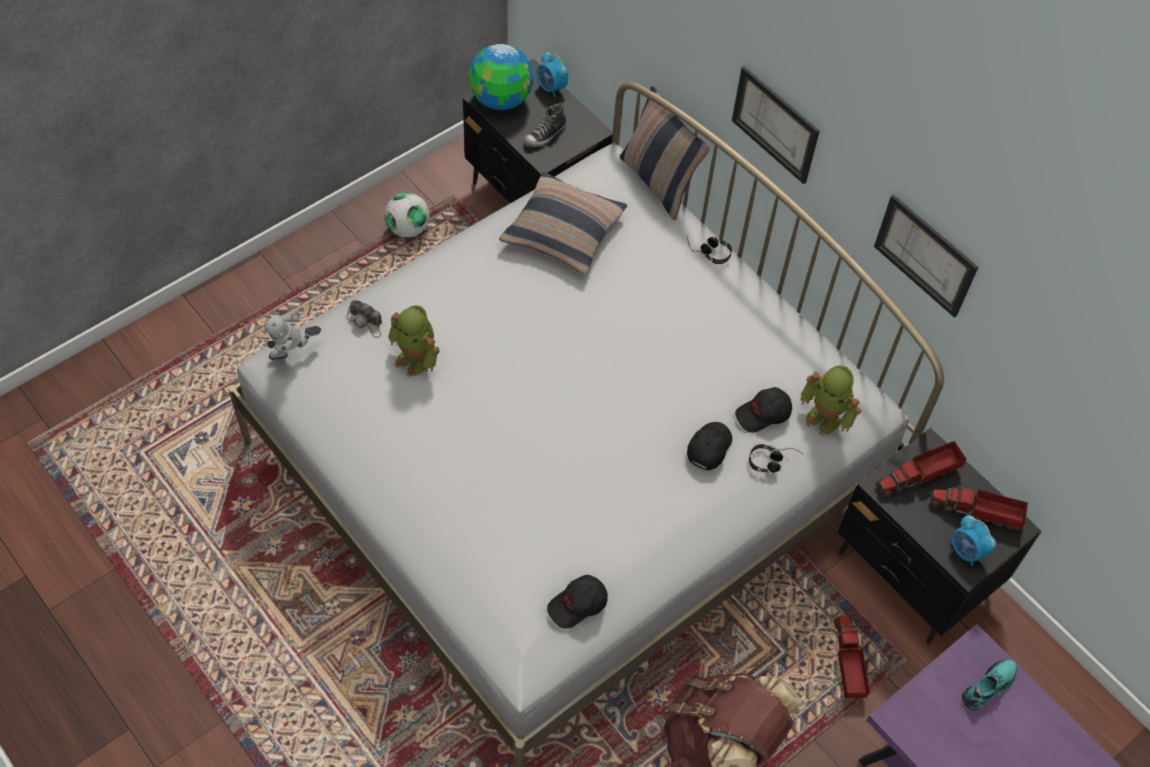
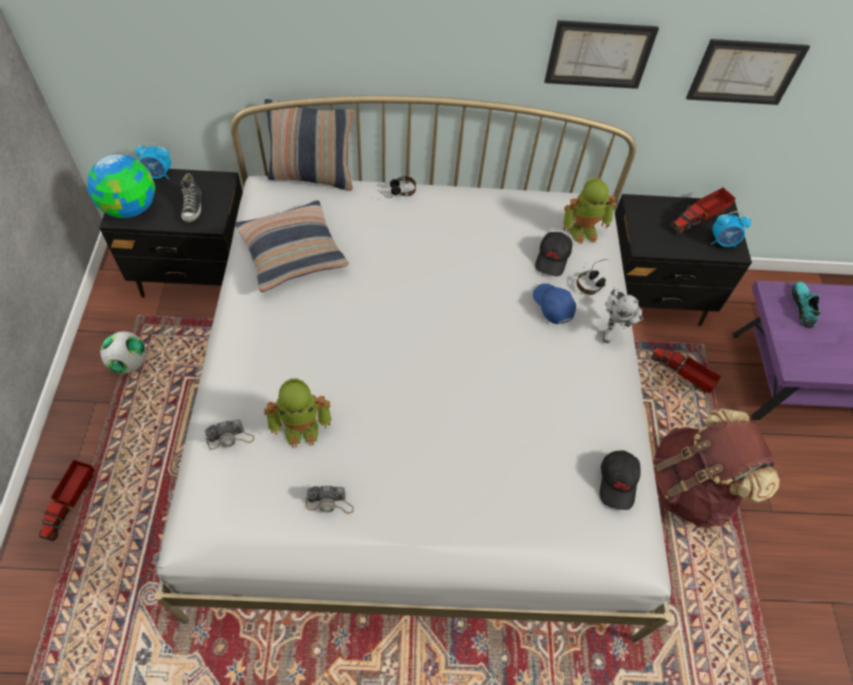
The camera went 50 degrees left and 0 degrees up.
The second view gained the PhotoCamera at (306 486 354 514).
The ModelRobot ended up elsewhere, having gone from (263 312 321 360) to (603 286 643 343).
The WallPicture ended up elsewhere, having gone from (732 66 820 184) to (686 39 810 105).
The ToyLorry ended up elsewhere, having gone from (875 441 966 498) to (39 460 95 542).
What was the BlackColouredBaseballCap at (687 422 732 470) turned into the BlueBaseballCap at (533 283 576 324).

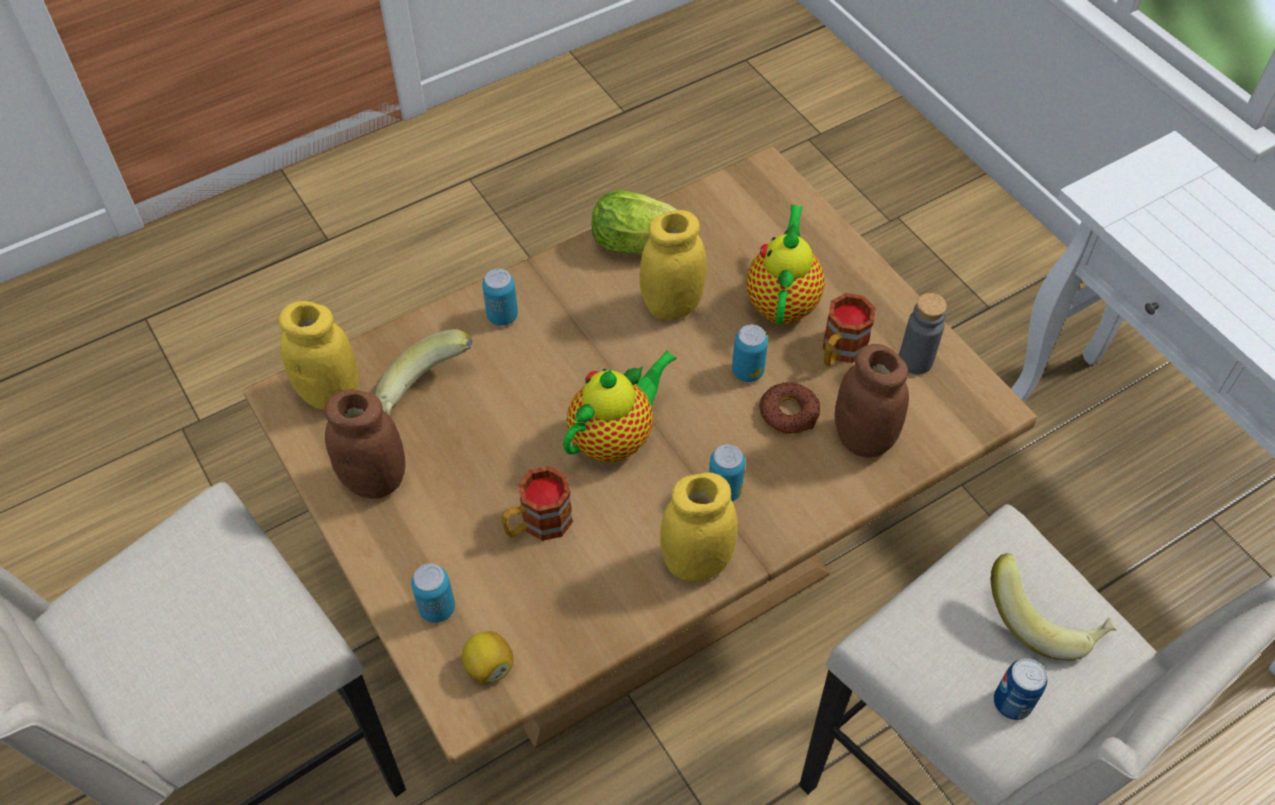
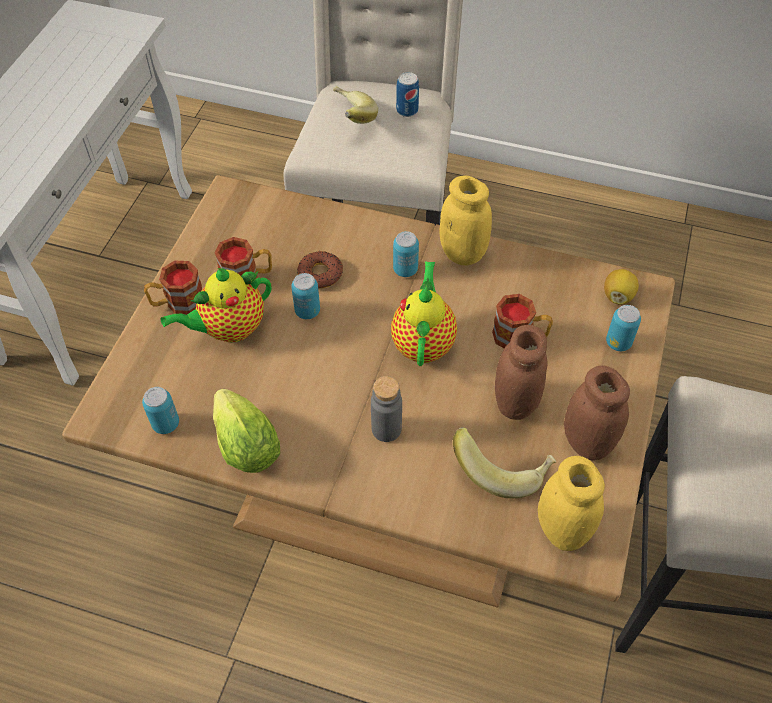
The camera went 130 degrees left and 0 degrees up.
The second view lost the YellowStorageJar at (640 210 707 320).
The second view gained the CoffeeMug at (144 261 202 315).
The Can ended up elsewhere, having gone from (482 269 518 326) to (142 387 179 434).
The BrownColouredStorageJar ended up elsewhere, having gone from (835 344 909 458) to (495 325 547 420).
The GreyBottle ended up elsewhere, having gone from (899 293 947 374) to (371 376 402 442).
The TeaPot at (563 350 677 462) ended up facing another way, 90 degrees clockwise from before.

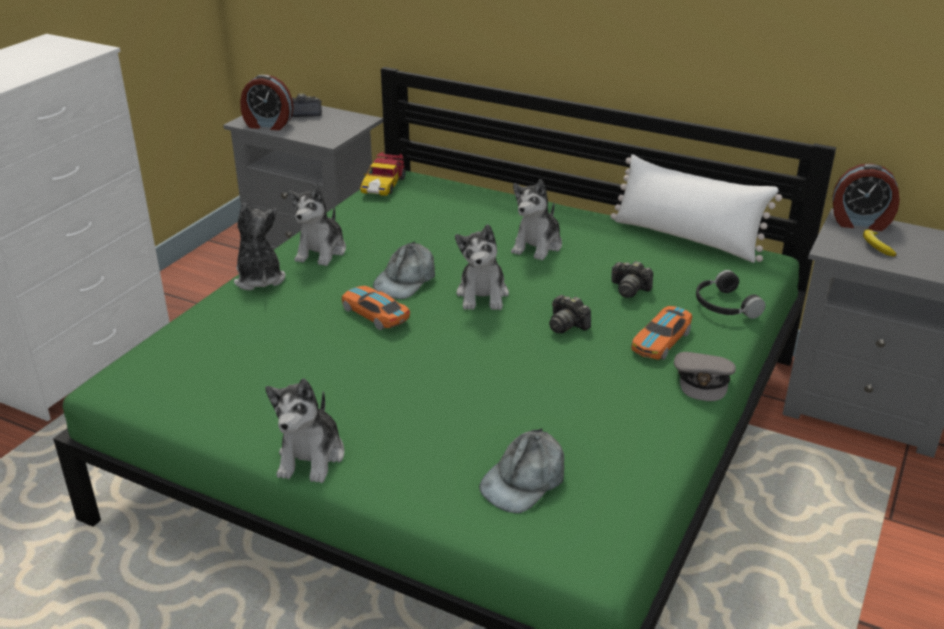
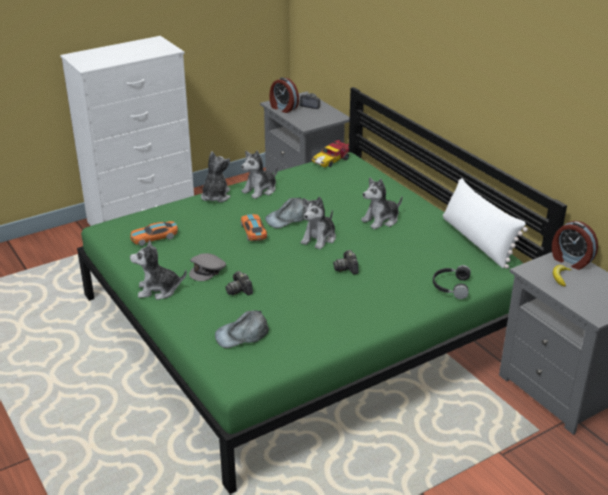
The camera went 30 degrees right and 0 degrees up.
The PhotoCamera ended up elsewhere, having gone from (611 261 653 298) to (225 271 253 295).
The MiniatureCar ended up elsewhere, having gone from (631 306 692 360) to (130 221 178 246).
The GreyBaseballCap ended up elsewhere, having gone from (674 352 736 401) to (189 253 226 281).
The CuddlyToy at (265 378 344 483) ended up facing another way, 45 degrees clockwise from before.

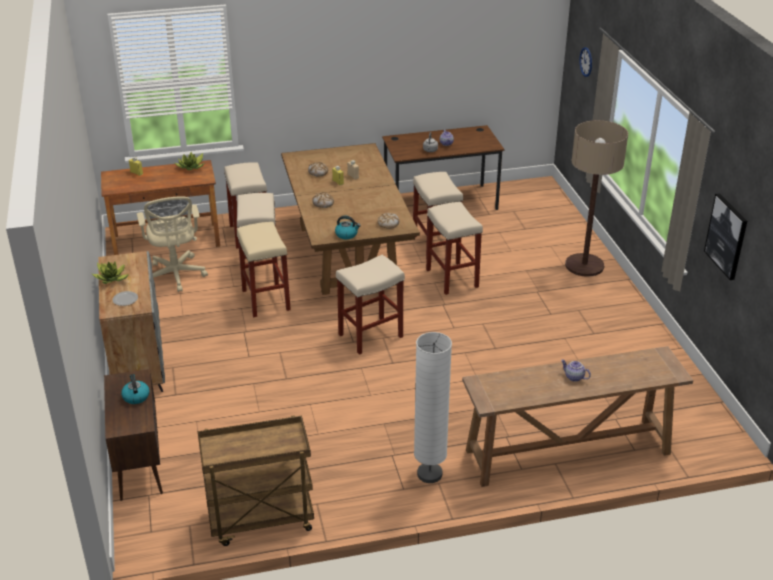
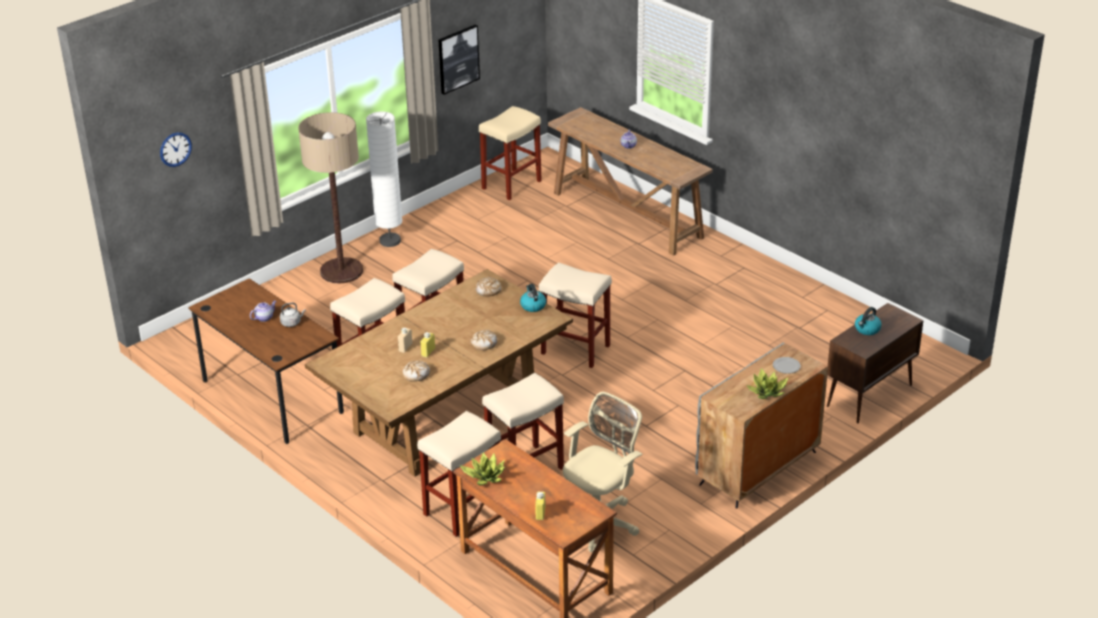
The camera went 120 degrees left and 0 degrees up.
The second view lost the BrownColouredCart at (198 415 314 546).
The BeigeStoolSeat ended up elsewhere, having gone from (237 222 291 317) to (479 106 542 200).
The WhiteColouredStandardLamp ended up elsewhere, having gone from (414 332 452 483) to (366 112 402 247).

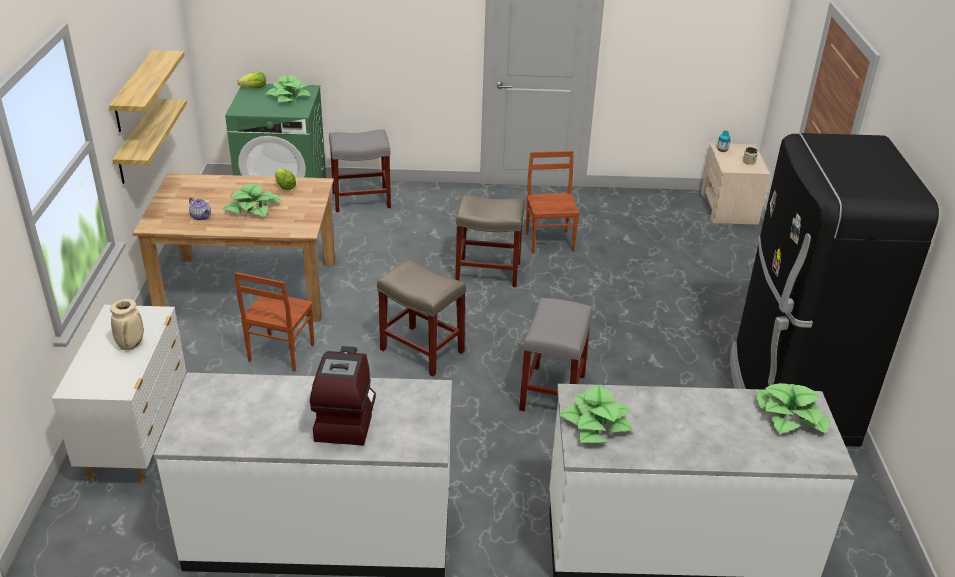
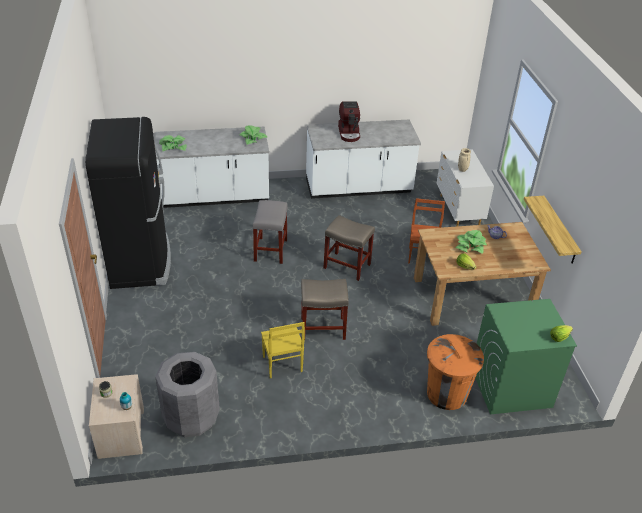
The camera went 170 degrees right and 5 degrees up.
The second view lost the WallShelf at (109 50 185 132).
The second view lost the PlantInAPot at (265 75 311 103).
The second view gained the GreyWasteBin at (155 352 220 437).
Where the GreyStoolSeat stood at (329 129 391 212), the OrangeWasteBin came to stand at (427 334 484 410).
What was the BrownColouredPlainChair at (526 151 580 254) turned into the YellowPlainChair at (261 322 305 378).

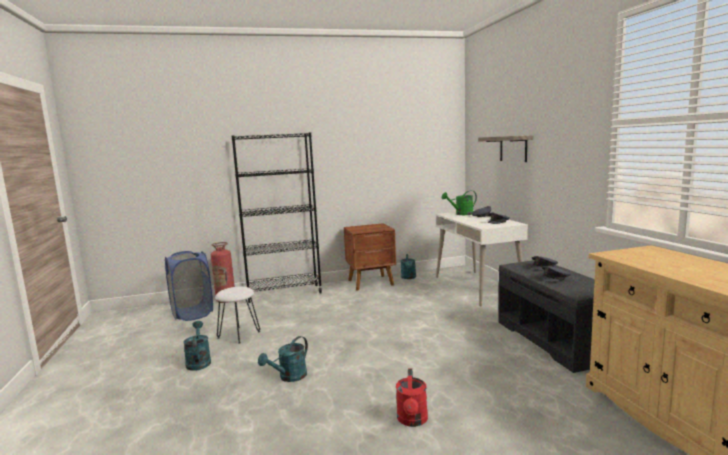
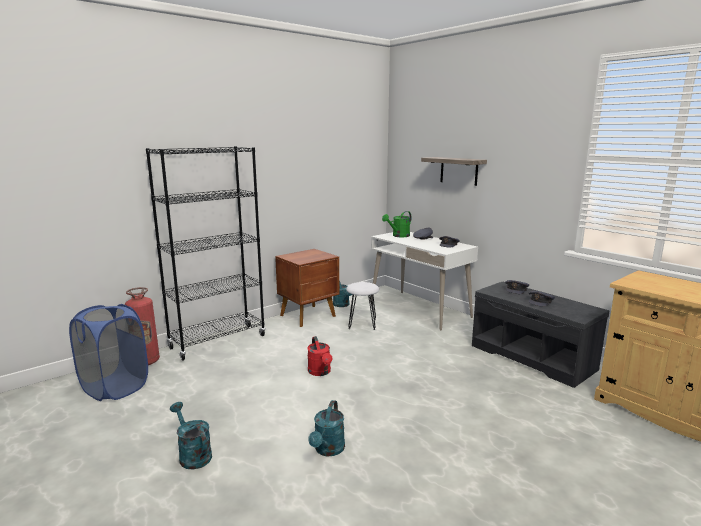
The camera went 25 degrees left and 5 degrees up.
The WhiteColouredStoolSeat ended up elsewhere, having gone from (215 287 260 344) to (346 282 379 330).
The RedWateringPot ended up elsewhere, having gone from (396 368 428 427) to (307 336 332 376).

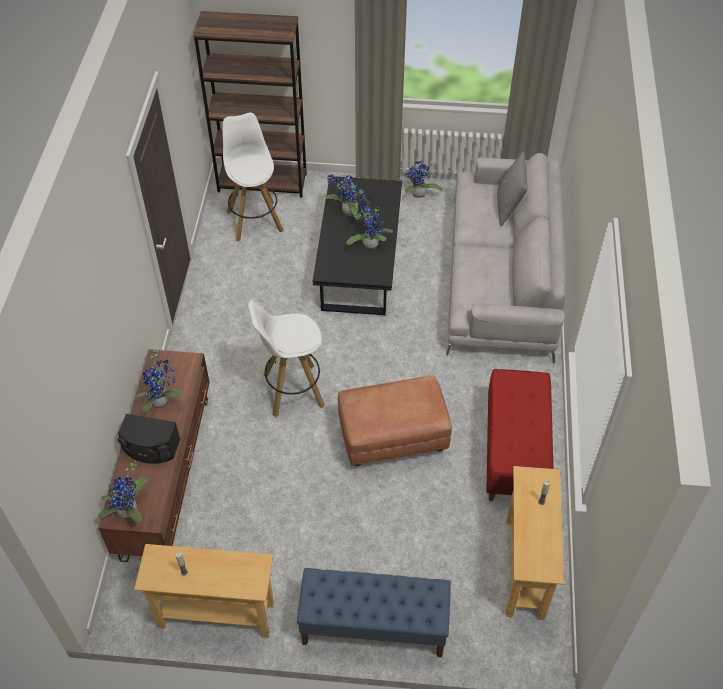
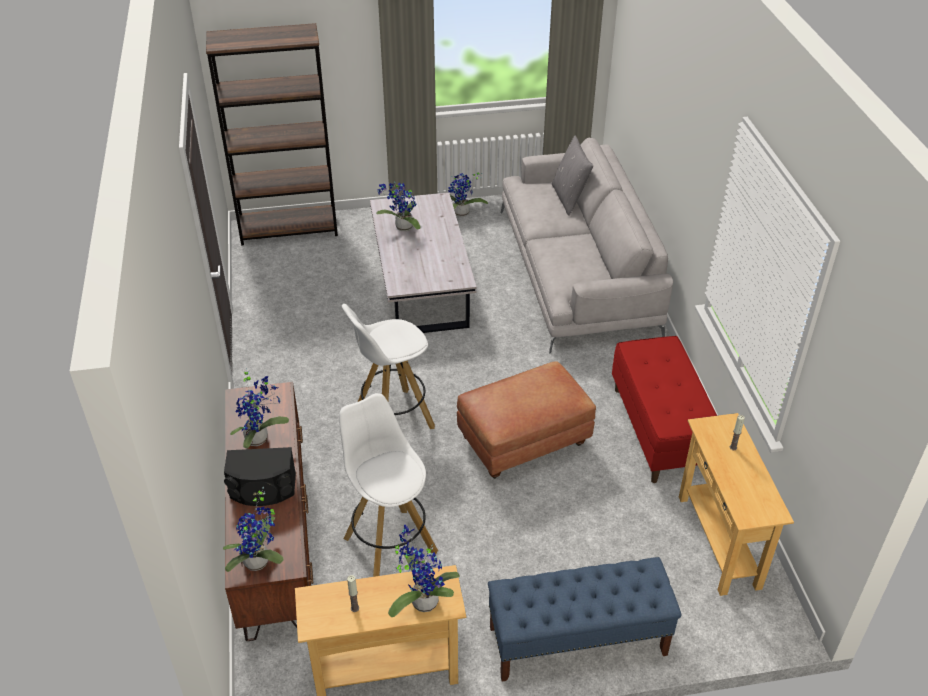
The camera went 15 degrees left and 10 degrees down.
The WhiteColouredStoolSeat ended up elsewhere, having gone from (222 113 284 241) to (339 393 438 577).
The PlantInAPot ended up elsewhere, having gone from (346 193 393 249) to (388 525 460 617).
What was the BlackColouredLowTable at (313 176 402 315) turned into the WhiteColouredLowTable at (370 192 477 333).

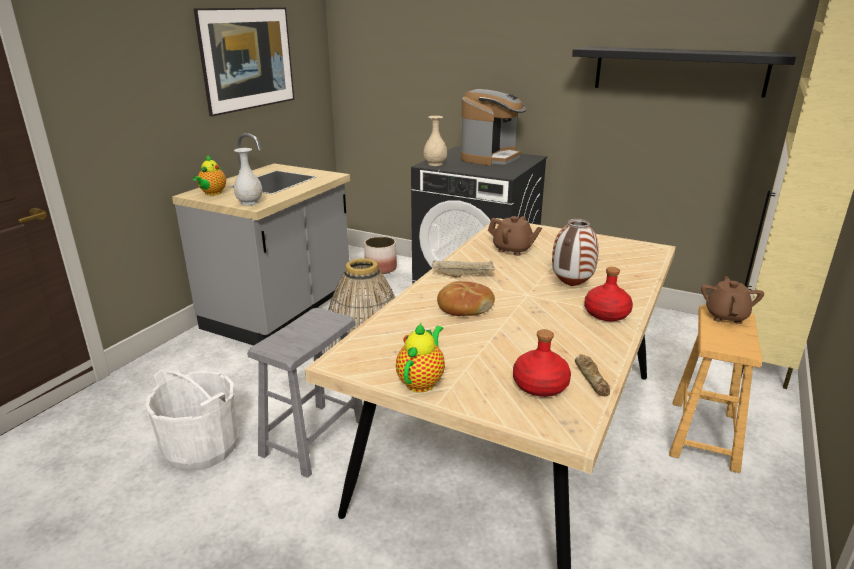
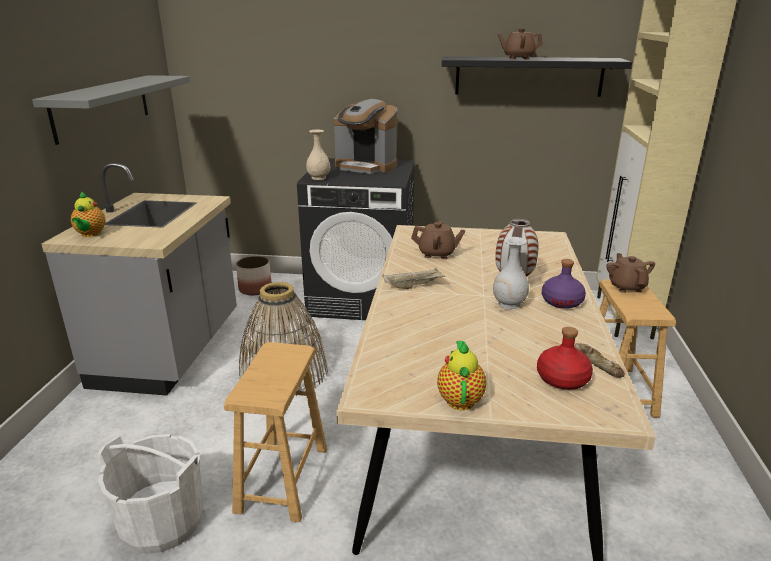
The camera went 20 degrees left and 0 degrees up.
The second view lost the BakeryBread at (437 281 495 316).
The second view gained the BrownColouredTeaPot at (498 28 543 59).
The WhiteColouredFlowerVase ended up elsewhere, having gone from (234 148 262 205) to (493 237 529 309).
Where the WallPicture hung at (193 8 294 116), the GreyWallShelf came to hang at (32 75 190 145).
What was the GreyStoolSeat at (247 308 363 478) turned into the BrownColouredStoolSeat at (224 342 327 522).
What was the RedBottle at (584 267 633 321) turned into the PurpleColouredBottle at (542 259 586 309).
The CoffeeMaker at (461 89 527 166) ended up facing another way, 105 degrees clockwise from before.

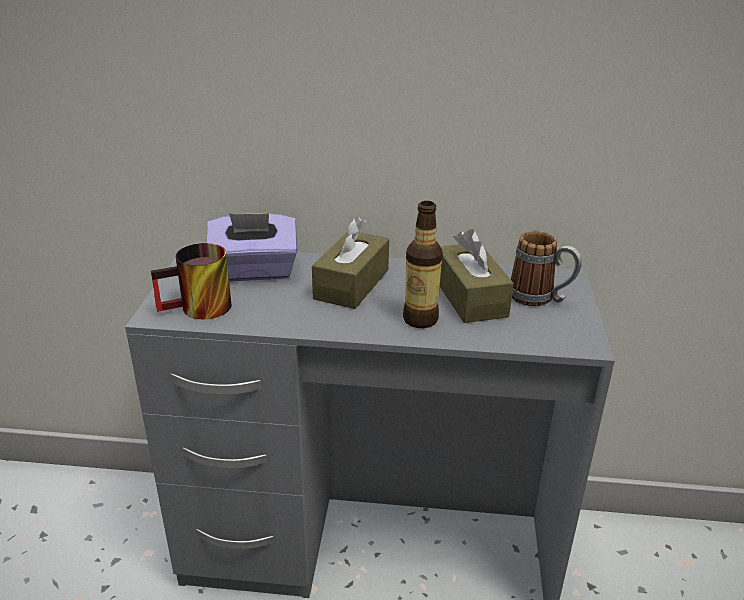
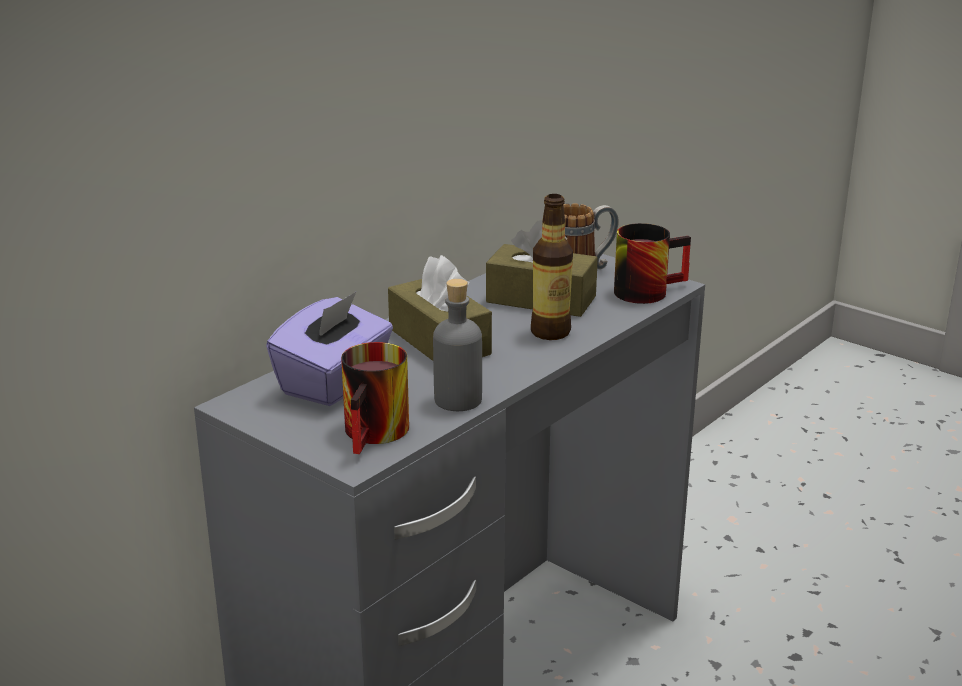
The camera went 55 degrees left and 5 degrees down.
The second view gained the GreyBottle at (433 279 482 411).
The second view gained the CoffeeMug at (614 223 691 304).

